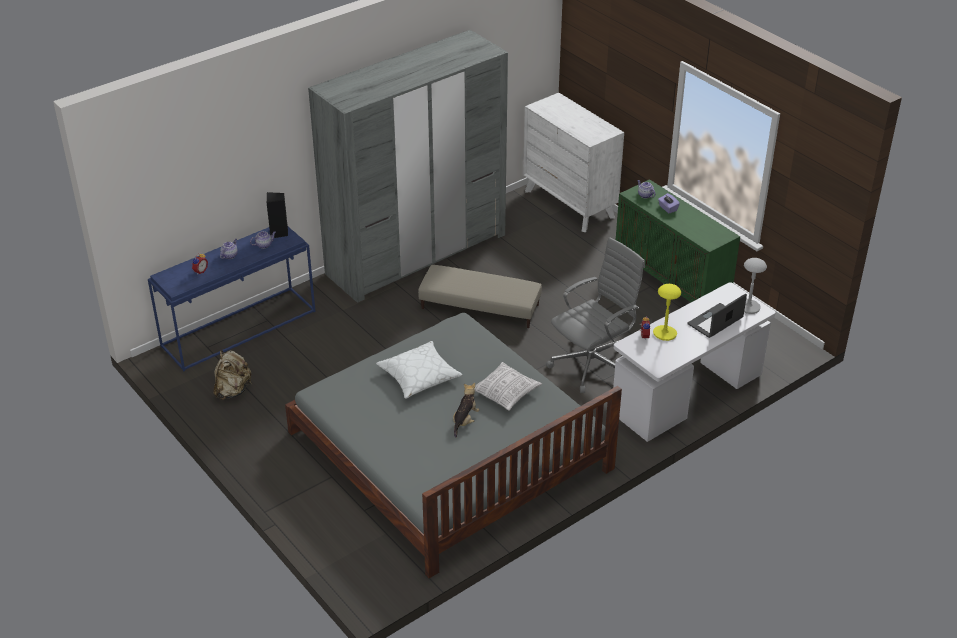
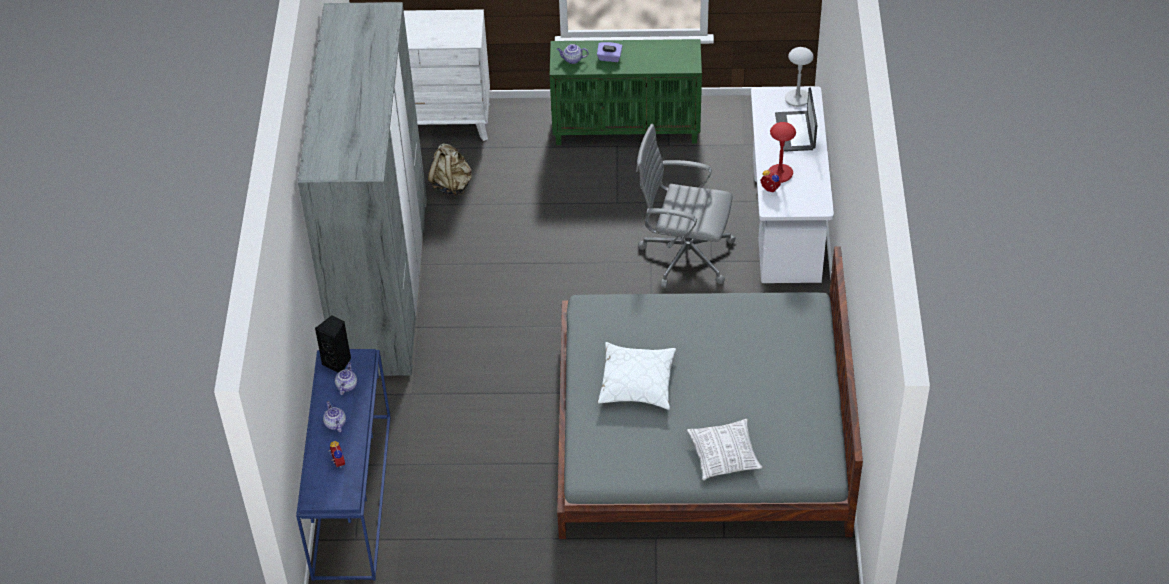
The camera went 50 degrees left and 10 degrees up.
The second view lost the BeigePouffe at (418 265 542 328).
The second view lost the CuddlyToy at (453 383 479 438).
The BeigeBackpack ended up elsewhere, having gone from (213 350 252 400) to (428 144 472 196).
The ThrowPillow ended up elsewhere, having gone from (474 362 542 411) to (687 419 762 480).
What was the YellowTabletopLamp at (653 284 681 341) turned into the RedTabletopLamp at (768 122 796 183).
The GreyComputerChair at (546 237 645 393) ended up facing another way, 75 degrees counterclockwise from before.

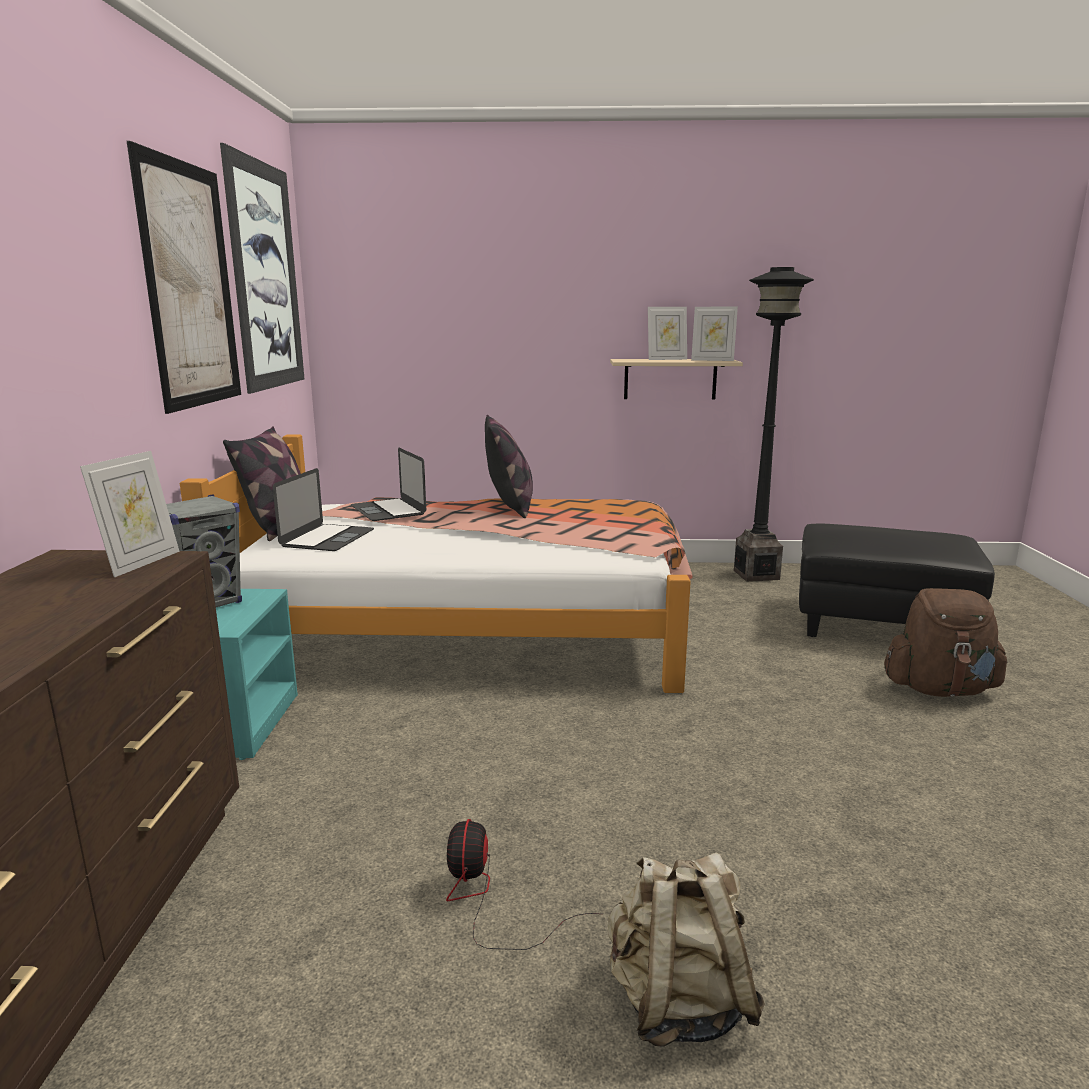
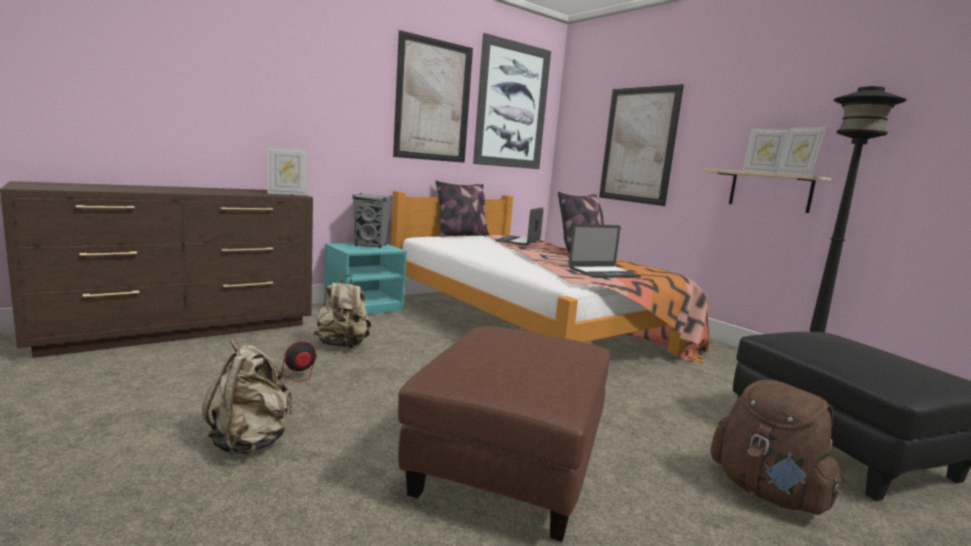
The camera went 50 degrees right and 5 degrees down.
The second view gained the BeigeBackpack at (314 275 371 349).
The second view gained the BrownColouredPouffe at (398 326 610 542).
The second view gained the WallPicture at (599 84 684 206).
The PortableComputer ended up elsewhere, having gone from (273 468 374 551) to (569 224 642 278).

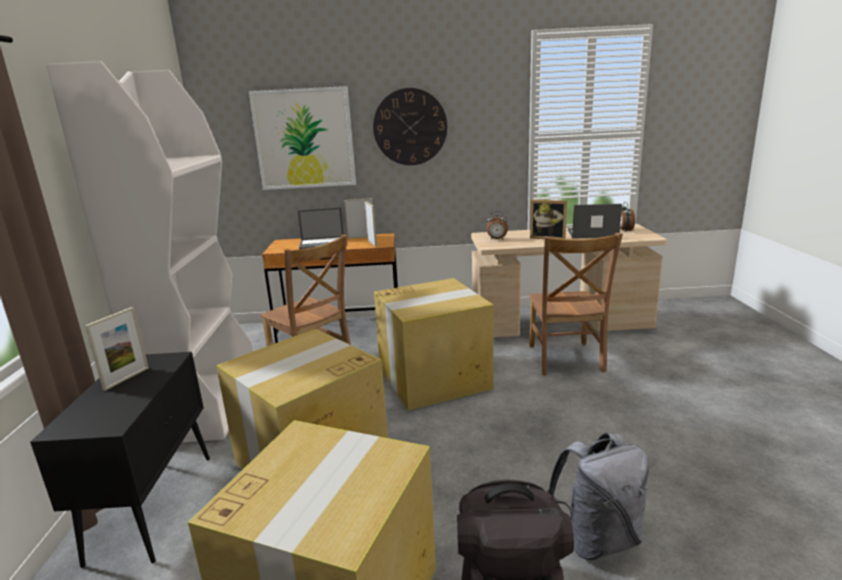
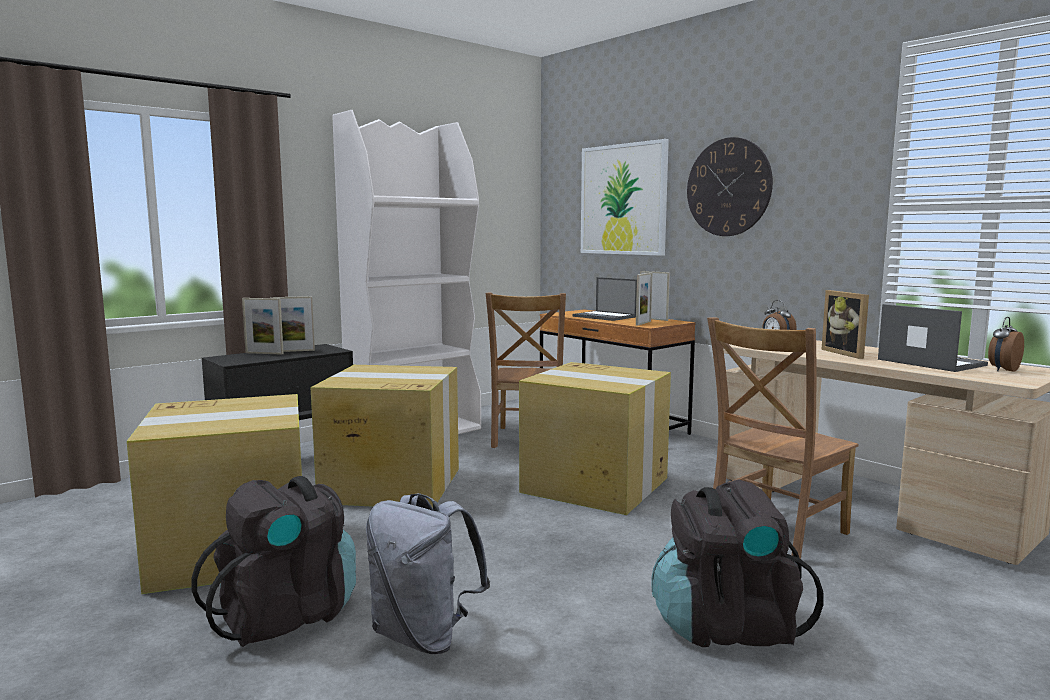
The camera went 50 degrees right and 10 degrees down.
The second view gained the StandingFrame at (242 298 284 354).
The second view gained the BlackColouredBackpack at (651 480 823 647).

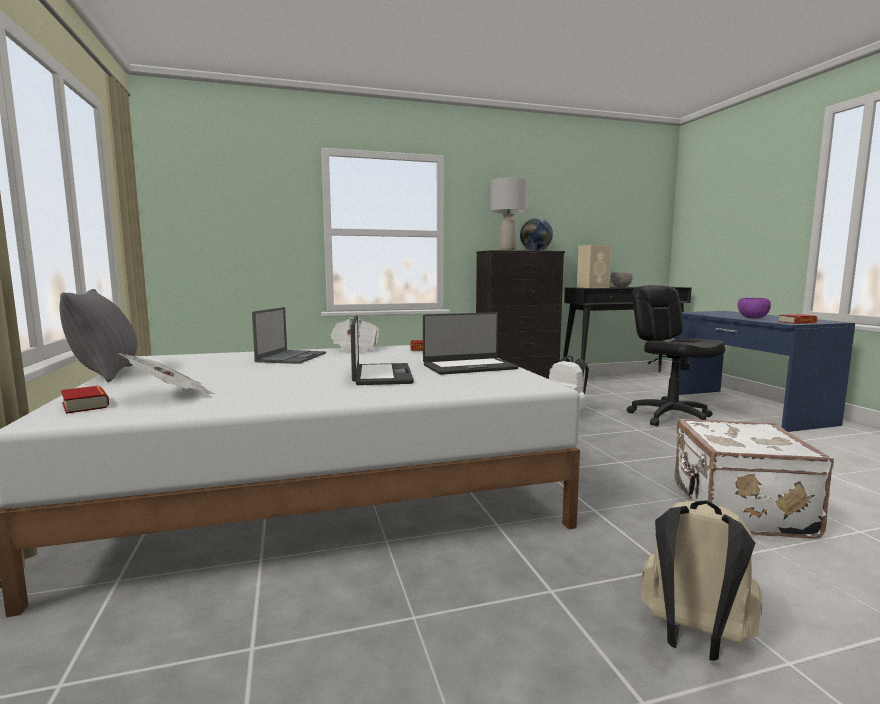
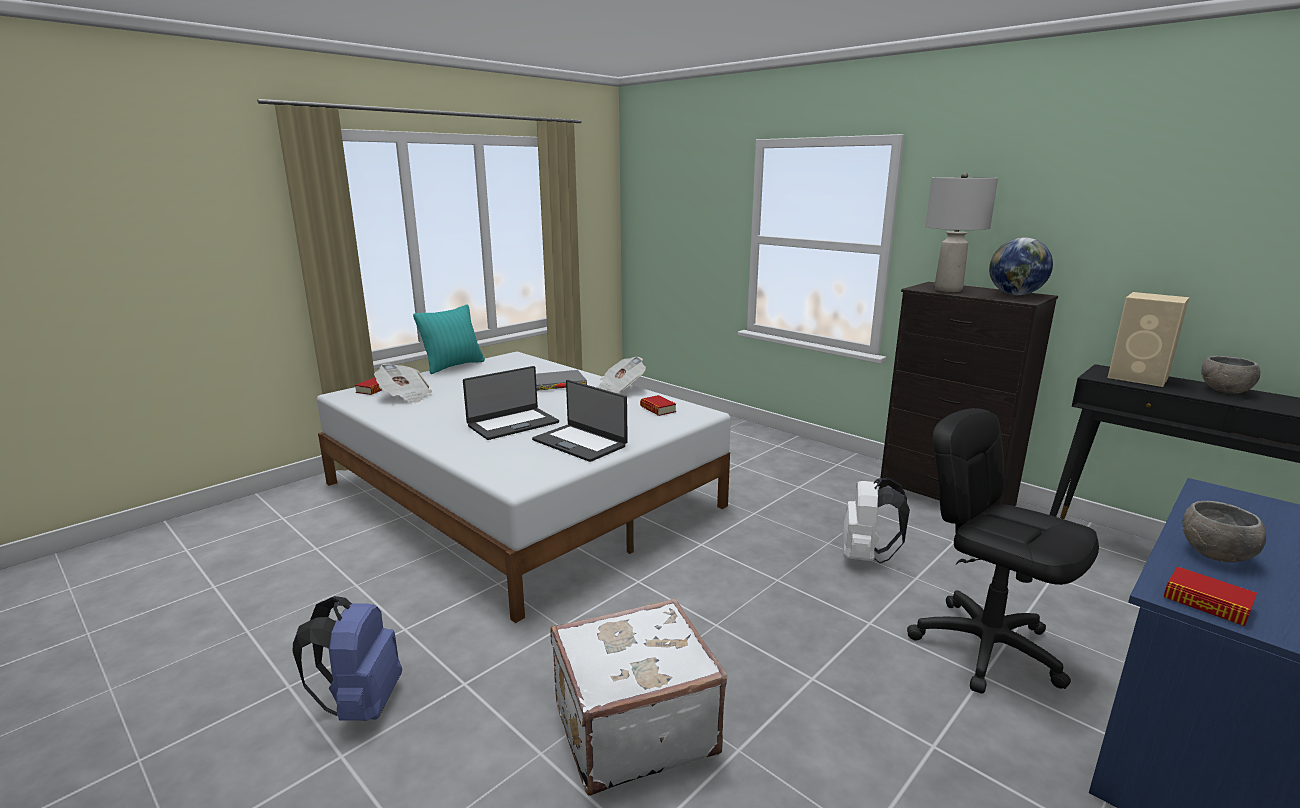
The camera went 60 degrees right and 10 degrees up.
Where the PortableComputer stood at (252 307 326 364), the GreyBook came to stand at (536 370 587 391).
What was the GreyThrowPillow at (60 289 137 382) turned into the TurquoiseThrowPillow at (413 305 485 374).
What was the BeigeBackpack at (641 500 762 661) turned into the BlueBackpack at (293 596 402 721).
What was the PurpleColouredDeepDish at (738 298 771 319) turned into the GreyDeepDish at (1182 501 1266 562).
The BlackColouredComputerChair at (627 285 725 426) ended up facing another way, 75 degrees counterclockwise from before.

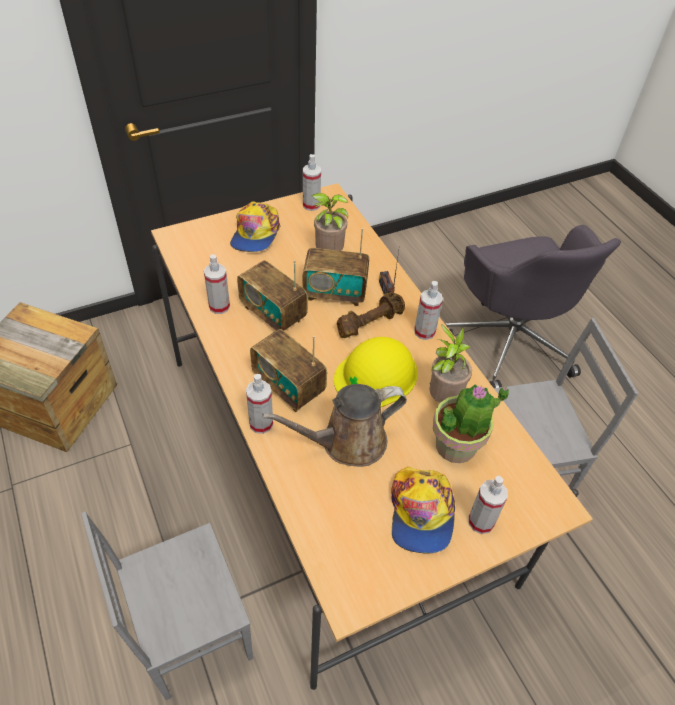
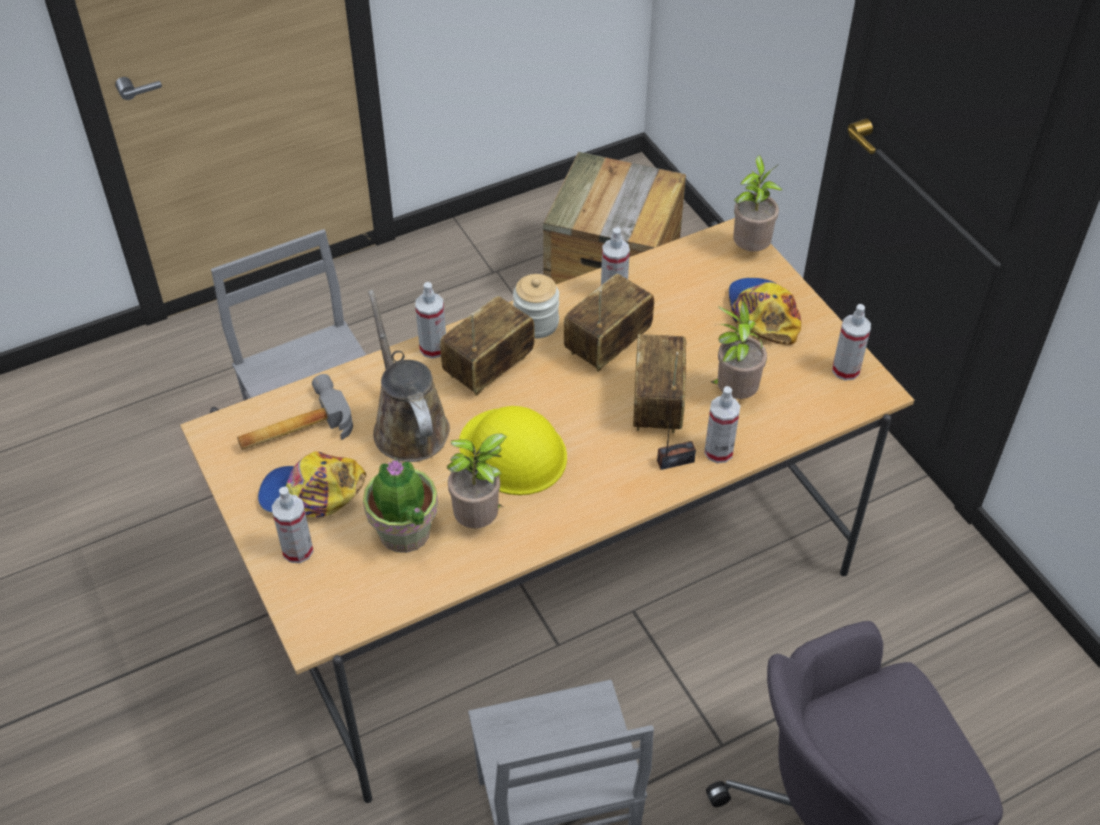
The camera went 90 degrees right and 0 degrees up.
The second view lost the BrownColouredFreeWeight at (337 292 405 338).
The second view gained the ToolHammer at (237 374 353 450).
The second view gained the StorageJar at (513 274 559 339).
The second view gained the PlantInAPot at (733 155 782 251).
The HandSprayer ended up elsewhere, having gone from (414 281 443 340) to (704 386 740 463).
The BaseballCap at (230 201 280 252) ended up facing another way, 75 degrees clockwise from before.

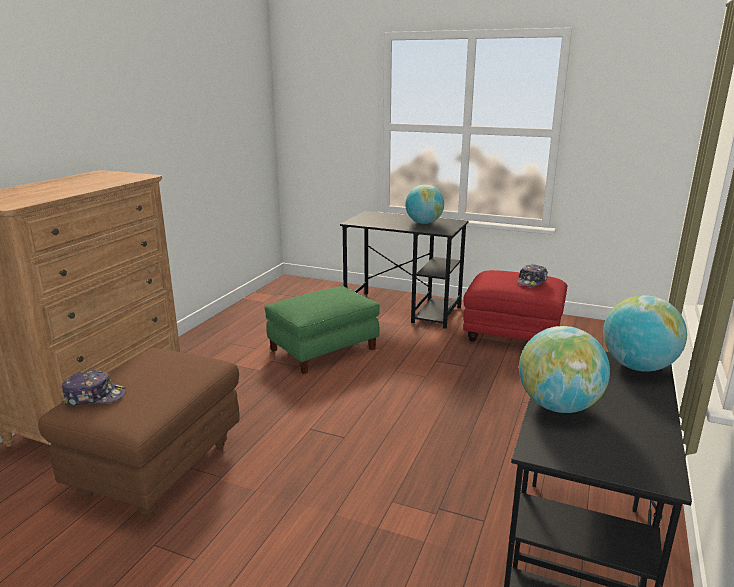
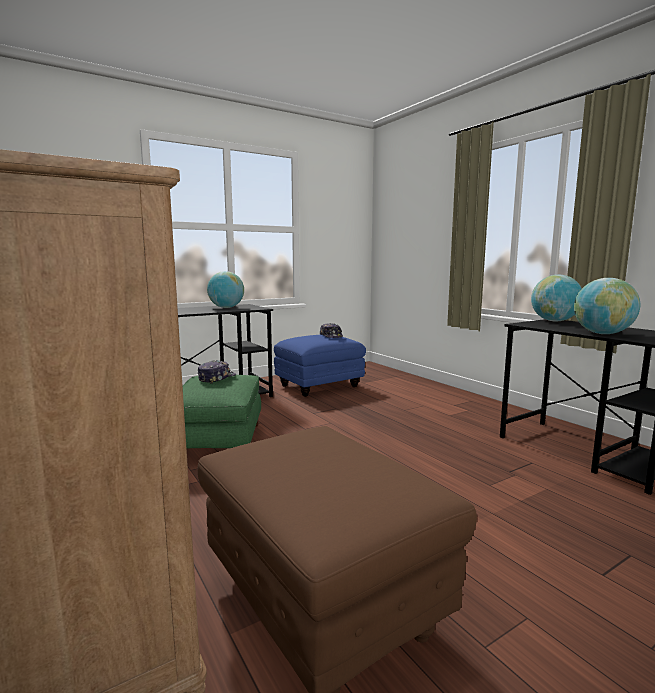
The camera went 55 degrees left and 10 degrees down.
The BaseballCap ended up elsewhere, having gone from (62 370 126 405) to (198 360 236 384).
What was the RedPouffe at (463 270 567 342) turned into the BluePouffe at (274 335 366 397).

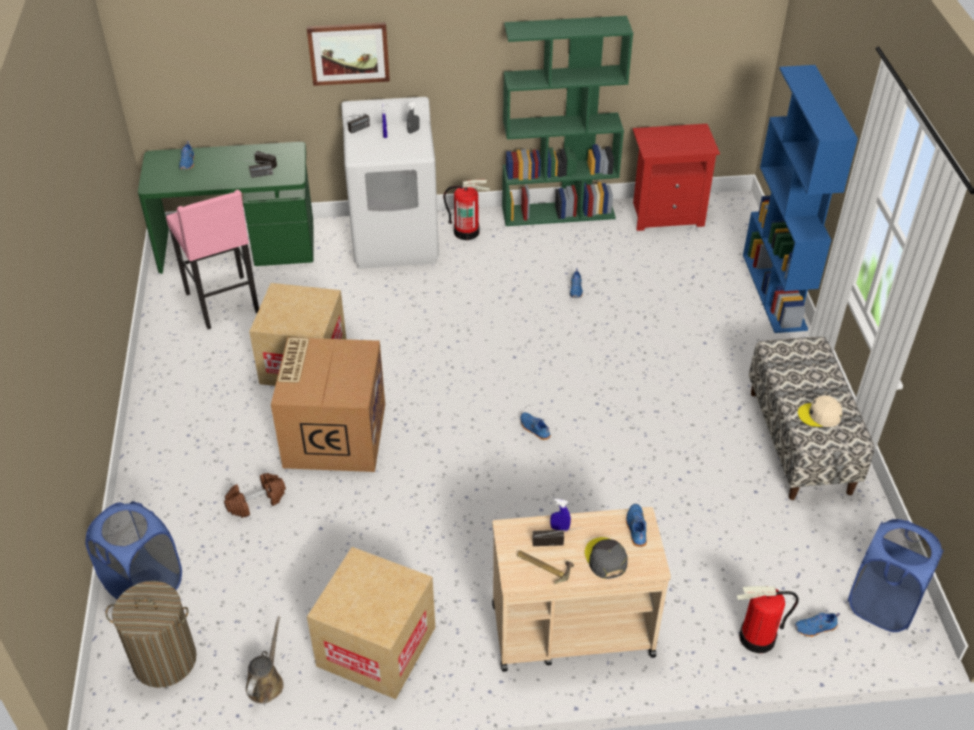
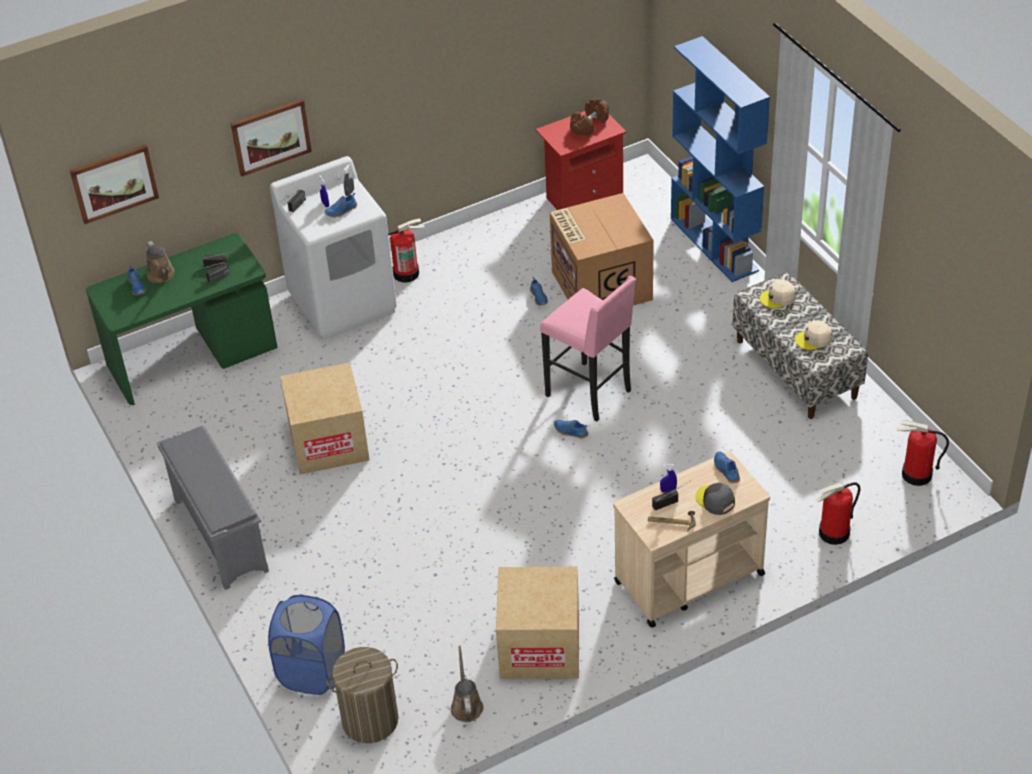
The camera went 20 degrees left and 0 degrees up.
The second view lost the GreenBookshelf at (502 16 633 226).
The second view gained the WallPicture at (70 145 159 224).
The second view gained the BrownColouredWateringPot at (146 241 175 283).
The second view gained the GreyShoeRack at (157 426 269 590).
The second view gained the BeigeBaseballCap at (760 280 796 308).
The PinkishStoolSeat ended up elsewhere, having gone from (166 190 259 329) to (540 276 636 422).
The BrownColouredFreeWeight ended up elsewhere, having gone from (224 473 286 518) to (570 98 609 136).
The Carton ended up elsewhere, having gone from (271 337 385 472) to (550 193 654 305).
The BlueShoe ended up elsewhere, having gone from (794 612 840 637) to (325 193 357 218).
Where the BlueLaundryBasket stood at (847 519 944 632), the Extinguisher came to stand at (896 420 949 486).

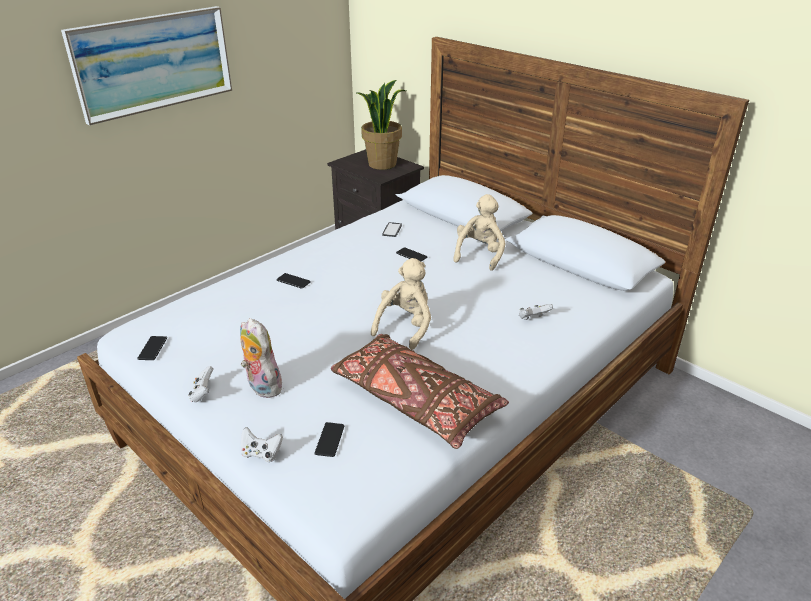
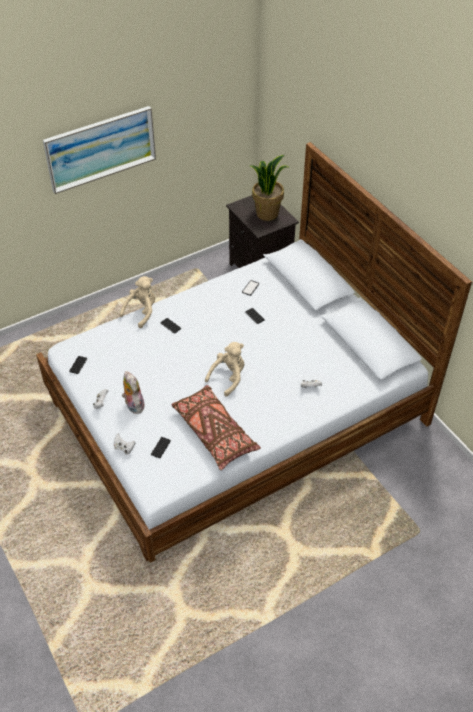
The camera went 15 degrees right and 15 degrees up.
The BeigeCuddlyToy ended up elsewhere, having gone from (453 194 506 271) to (120 276 155 328).

